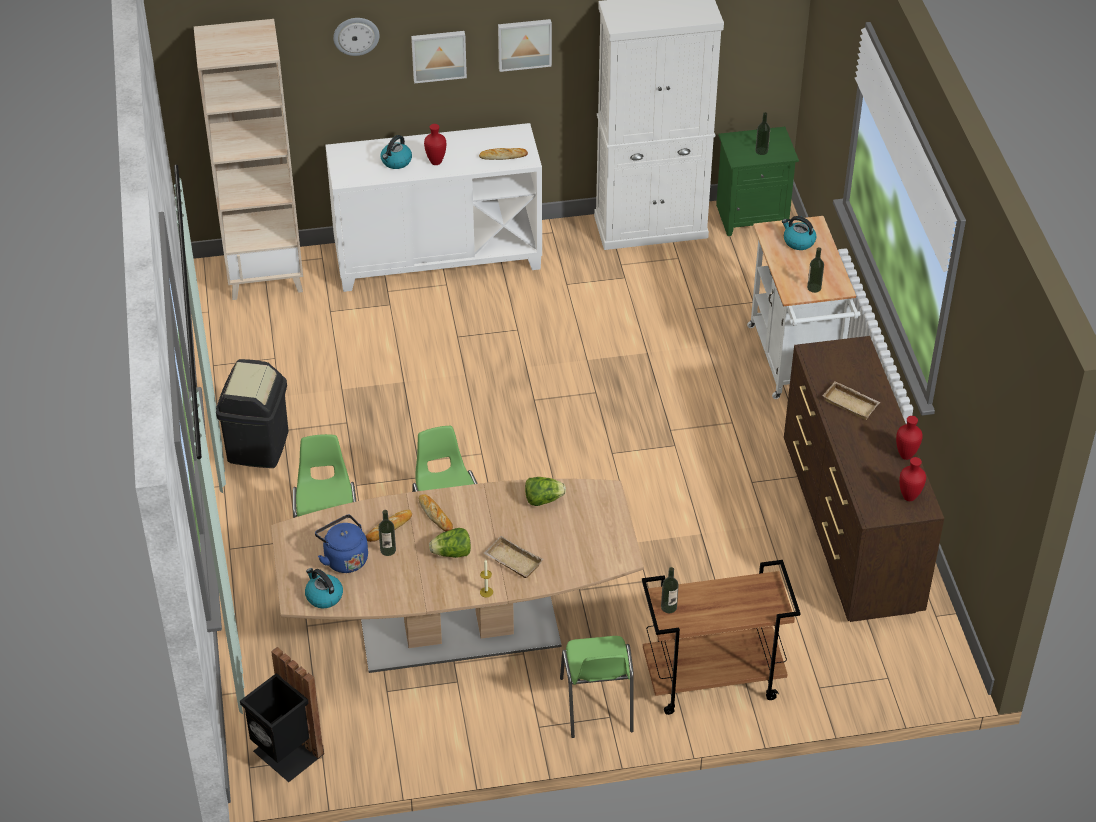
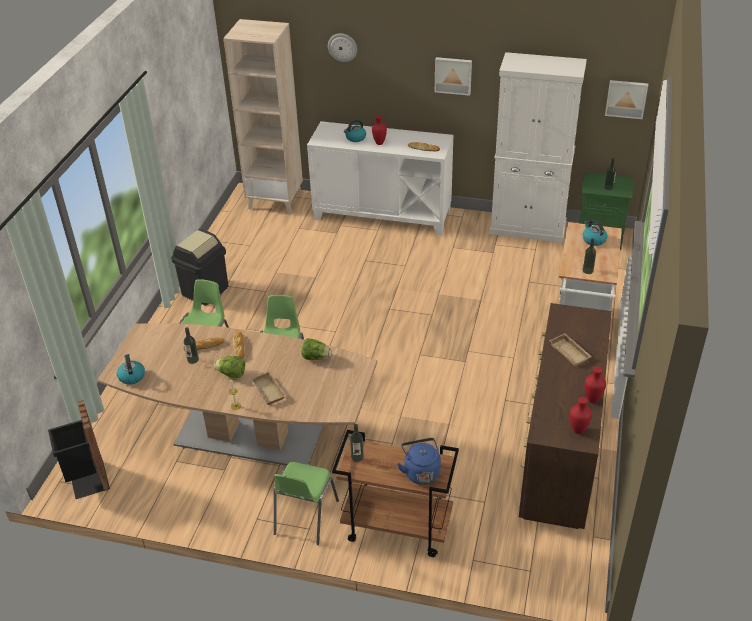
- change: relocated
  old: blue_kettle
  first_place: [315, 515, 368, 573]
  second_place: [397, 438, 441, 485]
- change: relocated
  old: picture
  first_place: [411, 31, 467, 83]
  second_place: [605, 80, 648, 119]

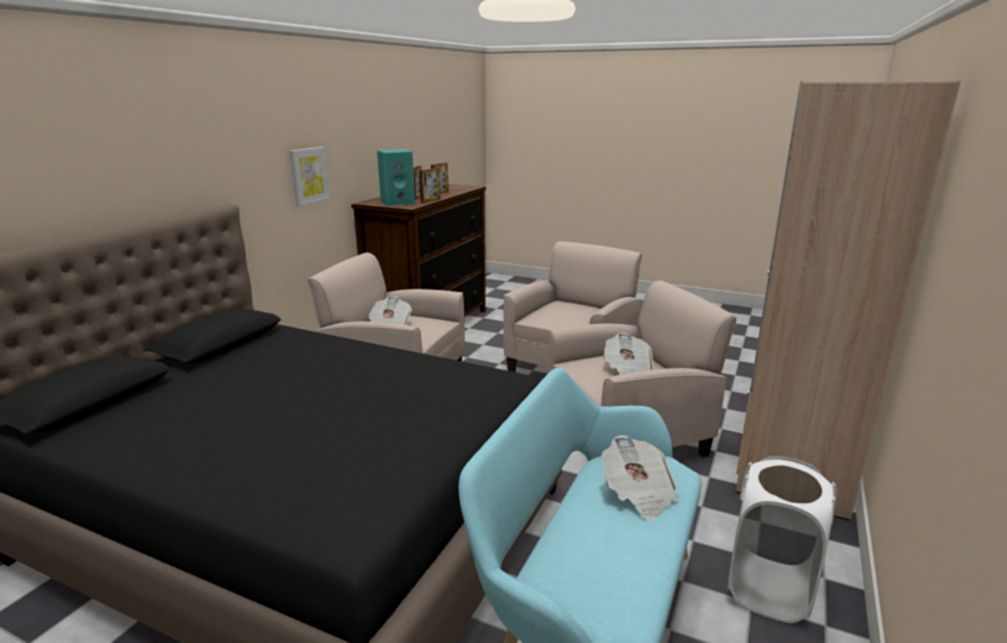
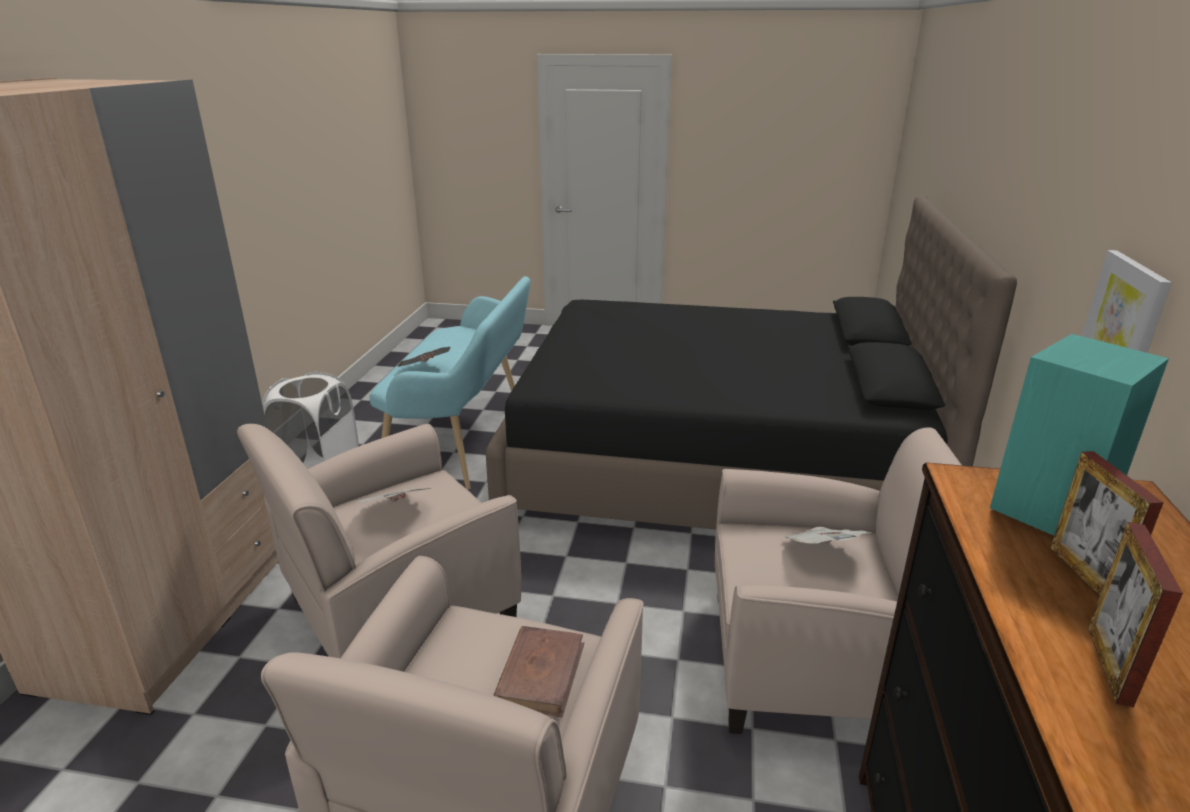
- change: missing
  old: picture_frame
  first_place: [419, 168, 441, 203]
- change: appeared
  new: brown_book
  second_place: [493, 626, 584, 717]

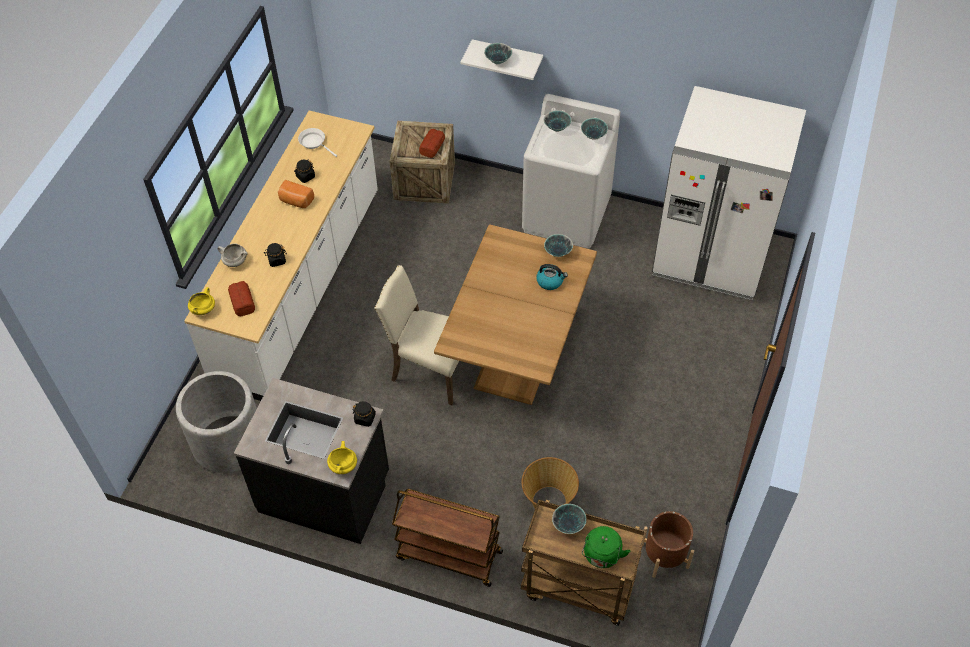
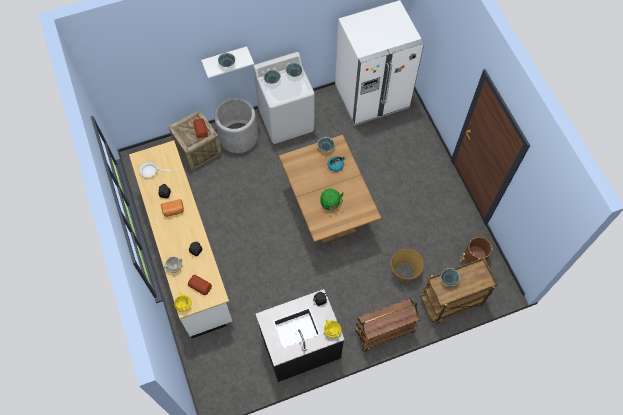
- change: missing
  old: beige_chair
  first_place: [374, 265, 459, 405]
- change: relocated
  old: grey_planter
  first_place: [176, 371, 257, 473]
  second_place: [214, 98, 258, 153]
- change: relocated
  old: green_kettle
  first_place: [582, 526, 630, 568]
  second_place: [320, 188, 344, 210]

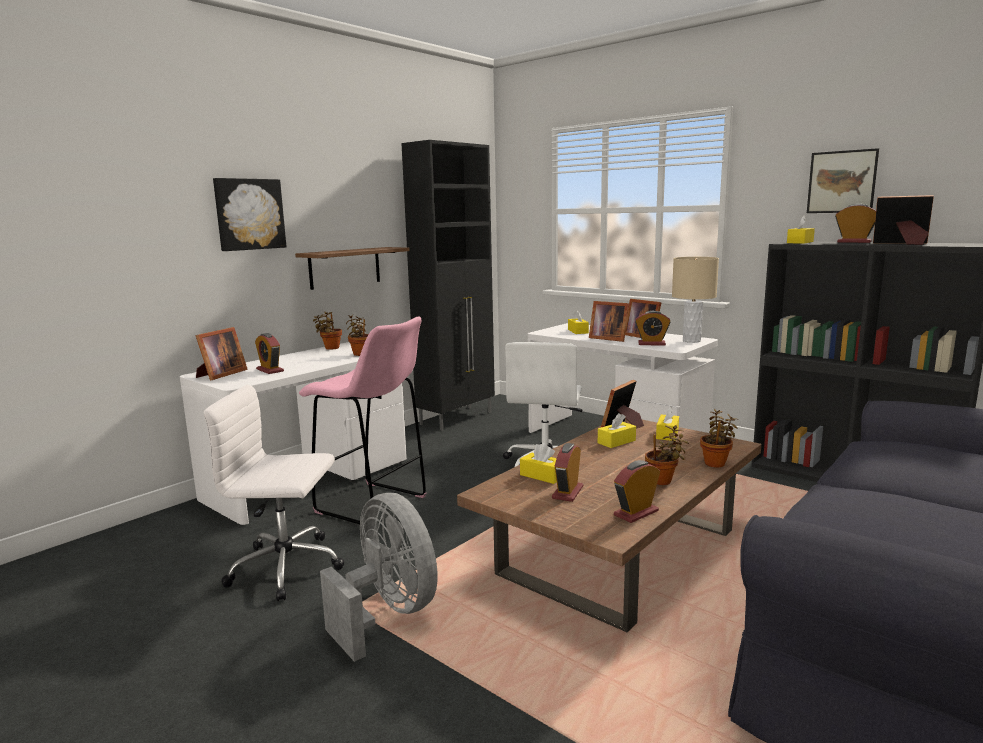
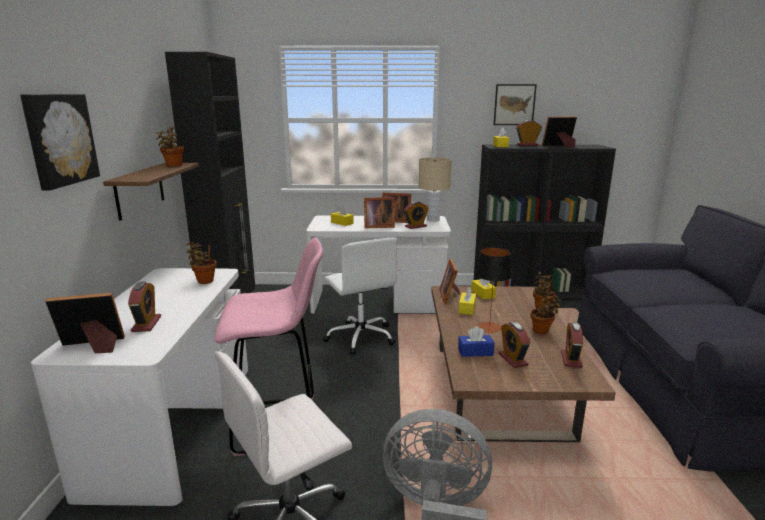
- change: appeared
  new: table_lamp
  second_place: [475, 248, 512, 333]
- change: relocated
  old: potted_plant
  first_place: [313, 312, 342, 350]
  second_place: [156, 127, 184, 167]
- change: colour
  old: yellow_tissue_box
  new: blue_tissue_box
  first_place: [520, 443, 557, 484]
  second_place: [458, 326, 495, 357]
- change: spun
  old: picture_frame
  first_place: [196, 327, 248, 381]
  second_place: [45, 293, 125, 353]
  degrees: -90
- change: spun
  old: alarm_clock
  first_place: [255, 333, 284, 374]
  second_place: [128, 282, 161, 332]
  degrees: -105

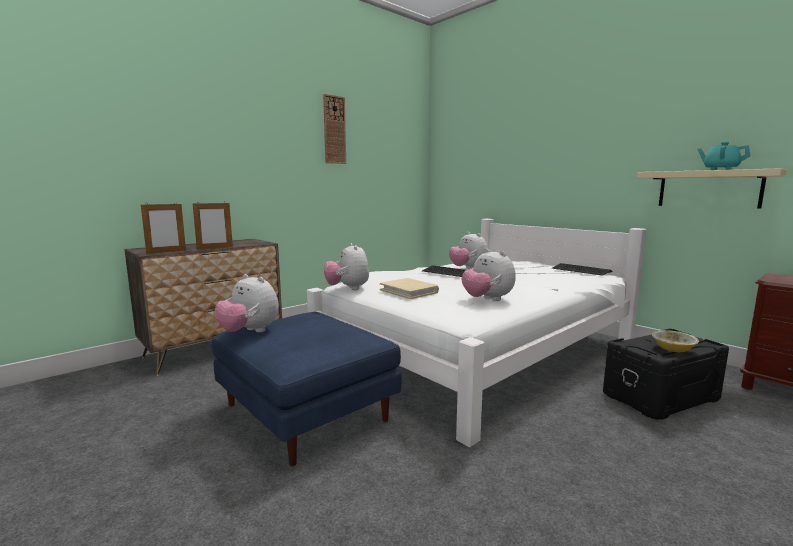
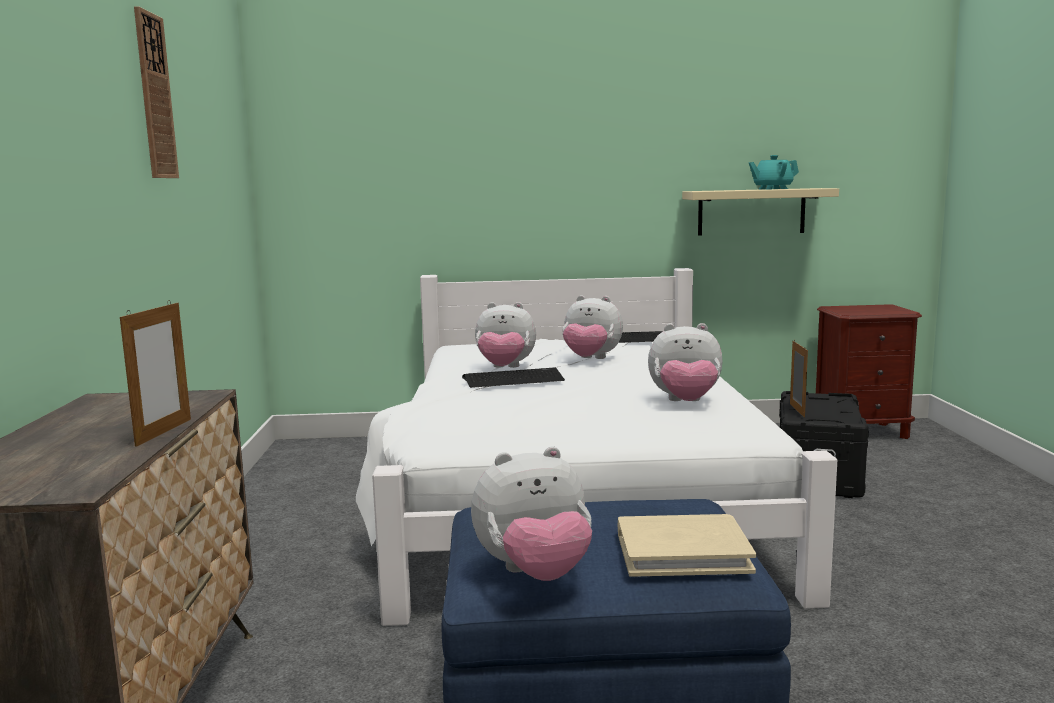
- change: missing
  old: bowl
  first_place: [652, 330, 699, 352]
- change: relocated
  old: picture_frame
  first_place: [141, 203, 186, 254]
  second_place: [790, 341, 808, 417]
- change: relocated
  old: plush_toy
  first_place: [324, 243, 369, 290]
  second_place: [563, 295, 623, 359]
- change: relocated
  old: beige_book
  first_place: [380, 278, 439, 299]
  second_place: [618, 514, 756, 577]

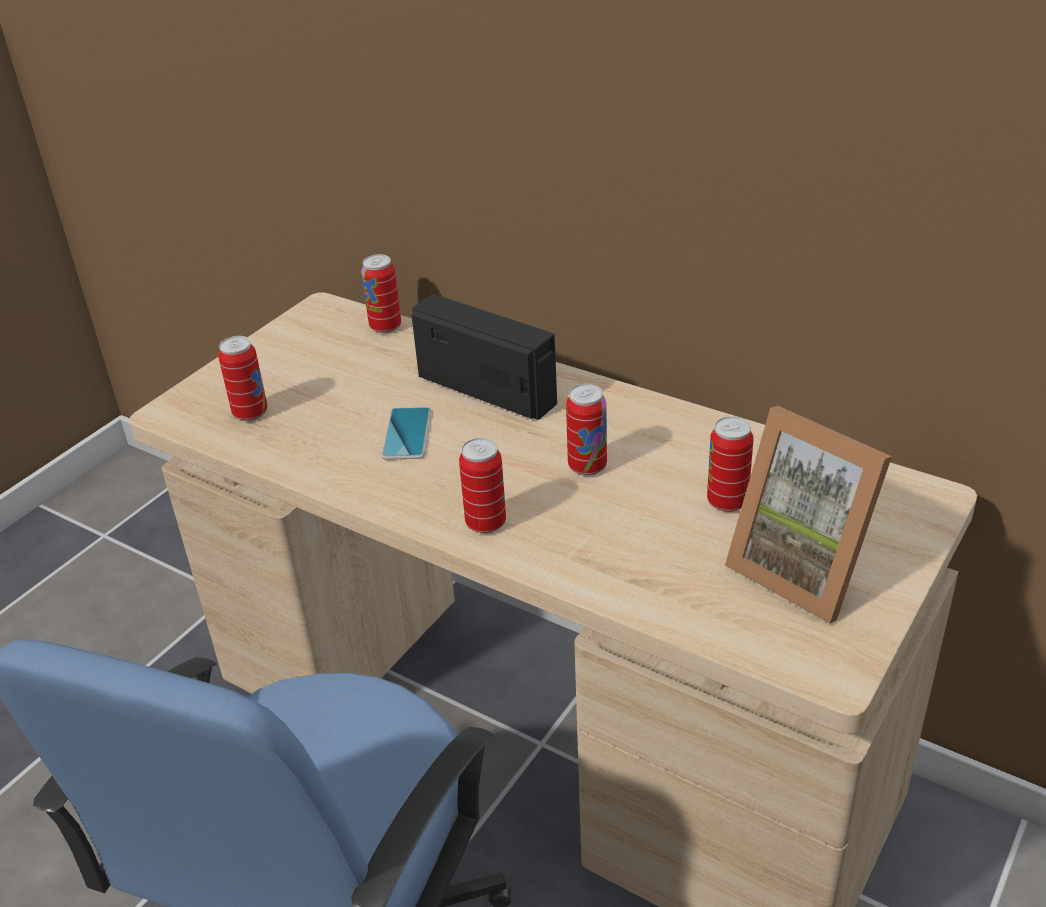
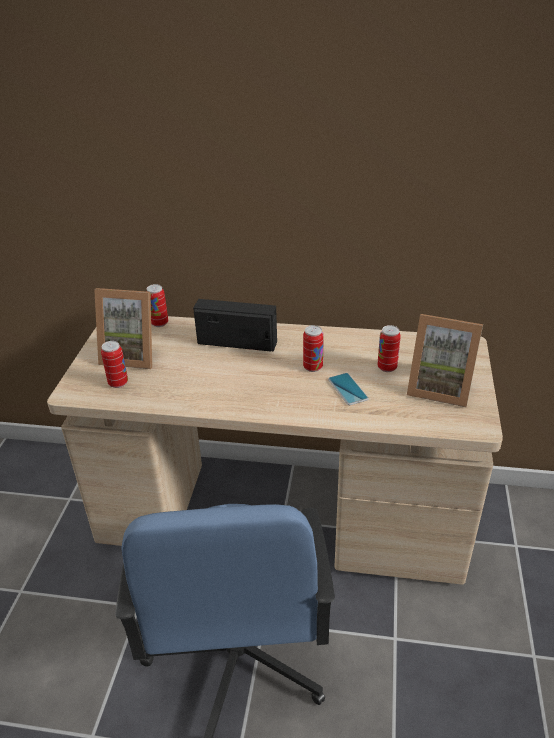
- change: missing
  old: can
  first_place: [459, 438, 506, 534]
- change: appeared
  new: picture_frame
  second_place: [94, 288, 152, 369]
- change: relocated
  old: phone
  first_place: [381, 407, 432, 460]
  second_place: [328, 373, 369, 405]

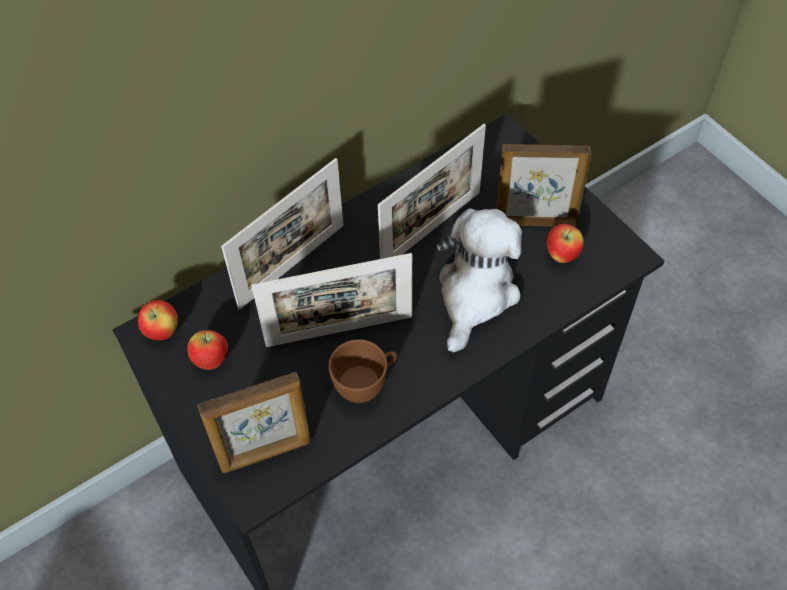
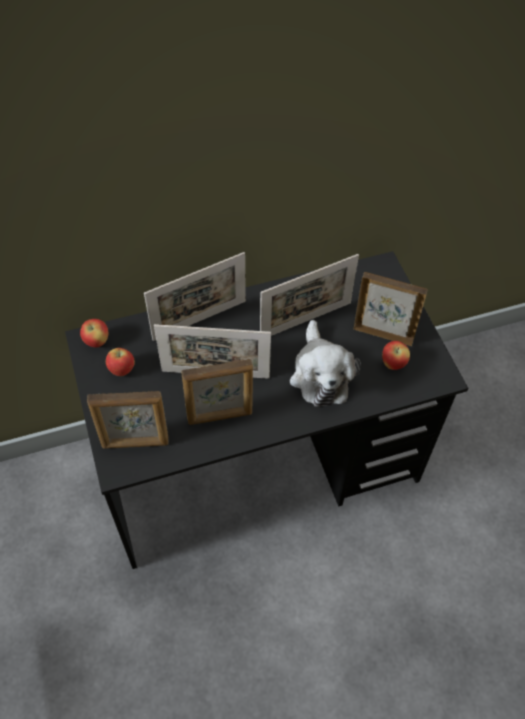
- change: exchanged
  old: brown_cup
  new: picture_frame
  first_place: [329, 339, 397, 403]
  second_place: [181, 359, 253, 425]
- change: spun
  old: plush_toy
  first_place: [436, 208, 522, 353]
  second_place: [290, 320, 361, 407]
  degrees: 135

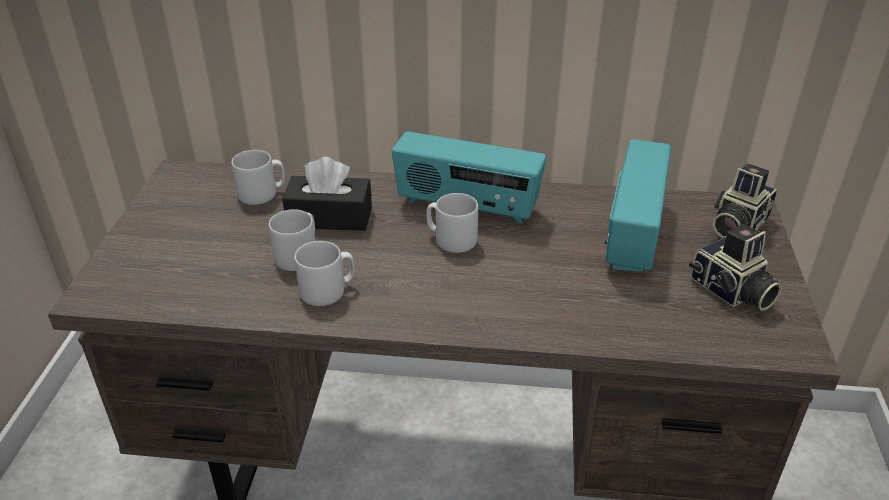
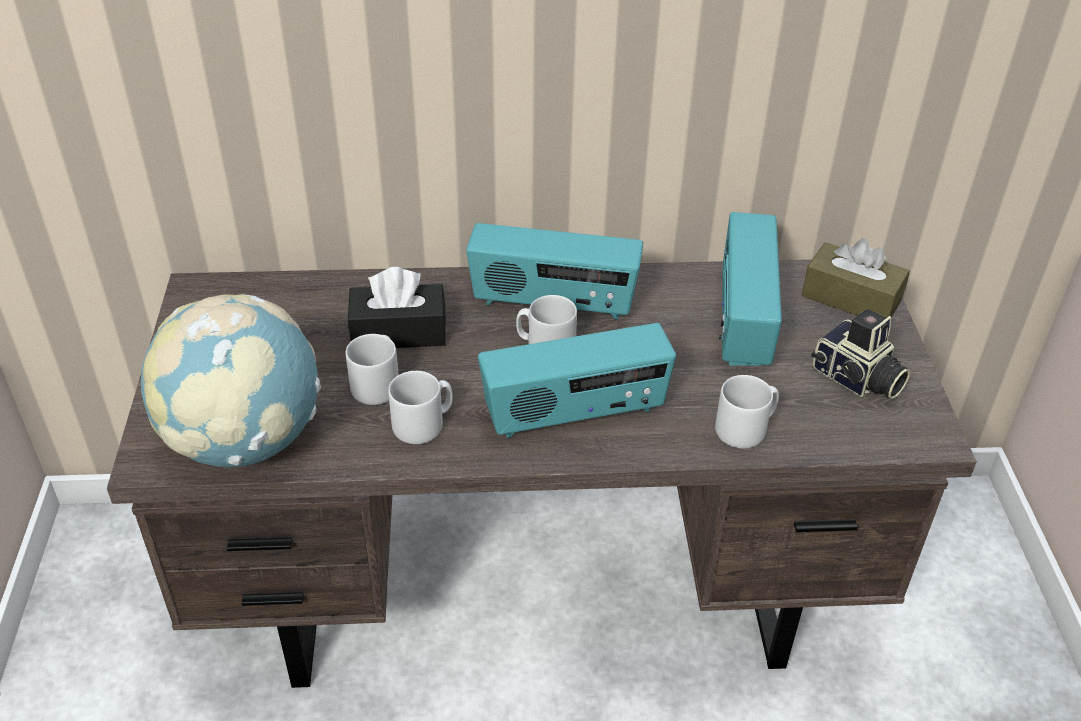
- change: appeared
  new: globe
  second_place: [141, 294, 321, 467]
- change: appeared
  new: radio
  second_place: [478, 323, 676, 438]
- change: relocated
  old: grey_mug
  first_place: [231, 150, 285, 205]
  second_place: [715, 375, 779, 448]
- change: exchanged
  old: photo_camera
  new: brown_tissue_box
  first_place: [713, 163, 777, 238]
  second_place: [802, 238, 910, 318]

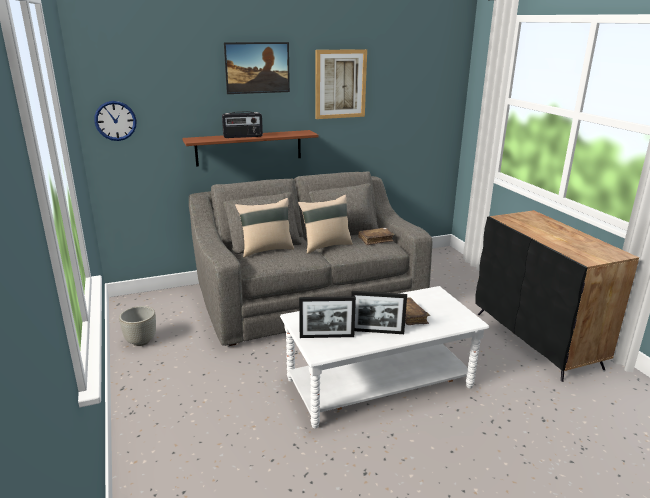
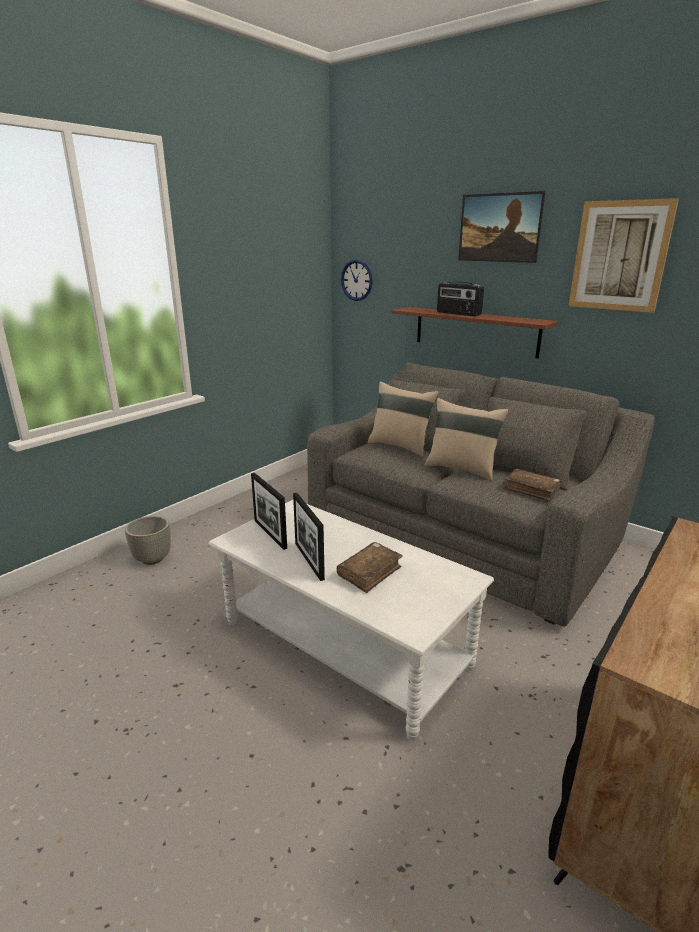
- change: relocated
  old: grey_planter
  first_place: [119, 306, 156, 346]
  second_place: [125, 516, 171, 565]

